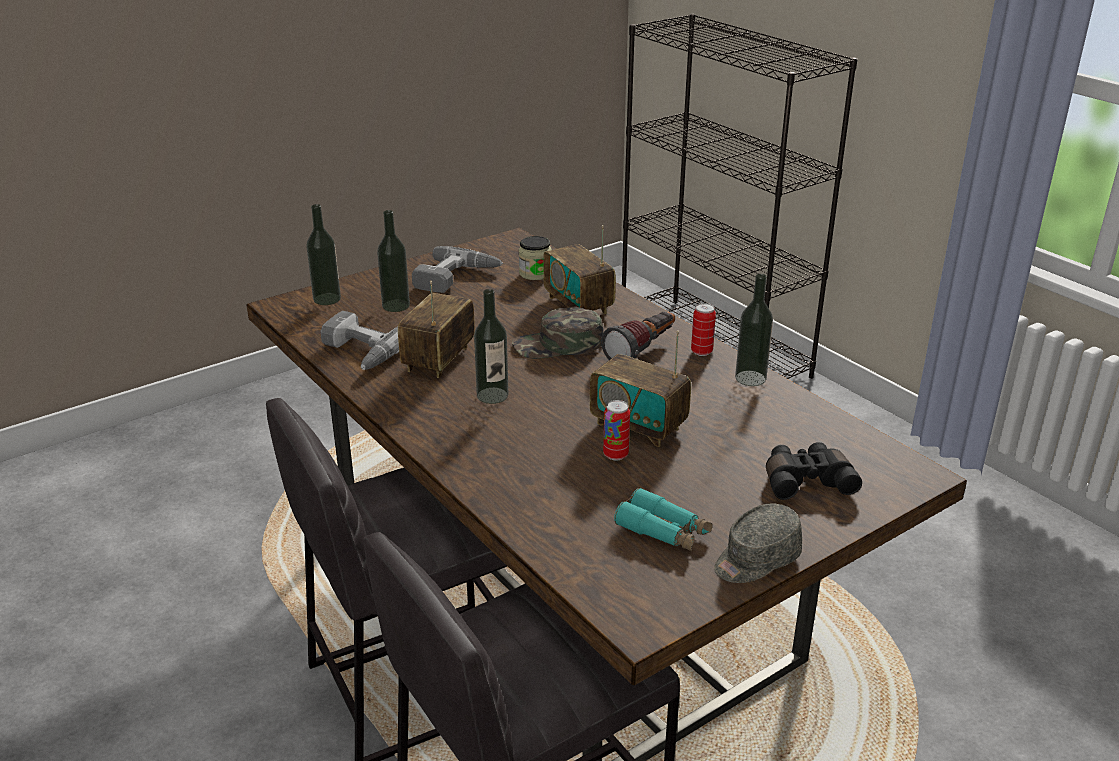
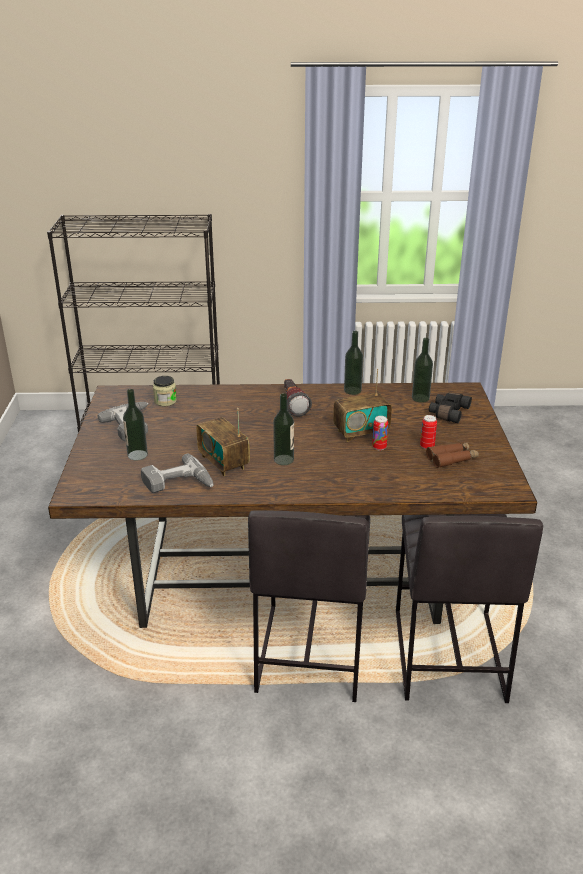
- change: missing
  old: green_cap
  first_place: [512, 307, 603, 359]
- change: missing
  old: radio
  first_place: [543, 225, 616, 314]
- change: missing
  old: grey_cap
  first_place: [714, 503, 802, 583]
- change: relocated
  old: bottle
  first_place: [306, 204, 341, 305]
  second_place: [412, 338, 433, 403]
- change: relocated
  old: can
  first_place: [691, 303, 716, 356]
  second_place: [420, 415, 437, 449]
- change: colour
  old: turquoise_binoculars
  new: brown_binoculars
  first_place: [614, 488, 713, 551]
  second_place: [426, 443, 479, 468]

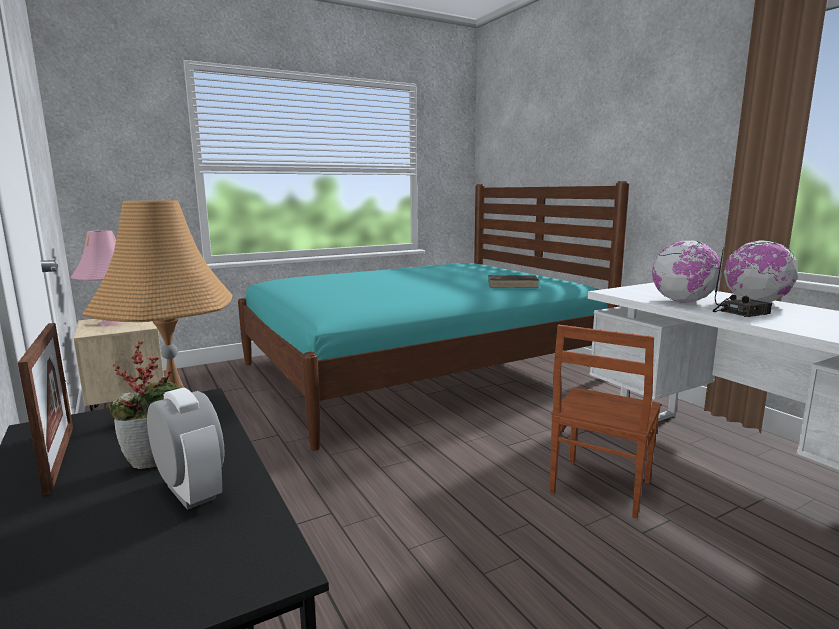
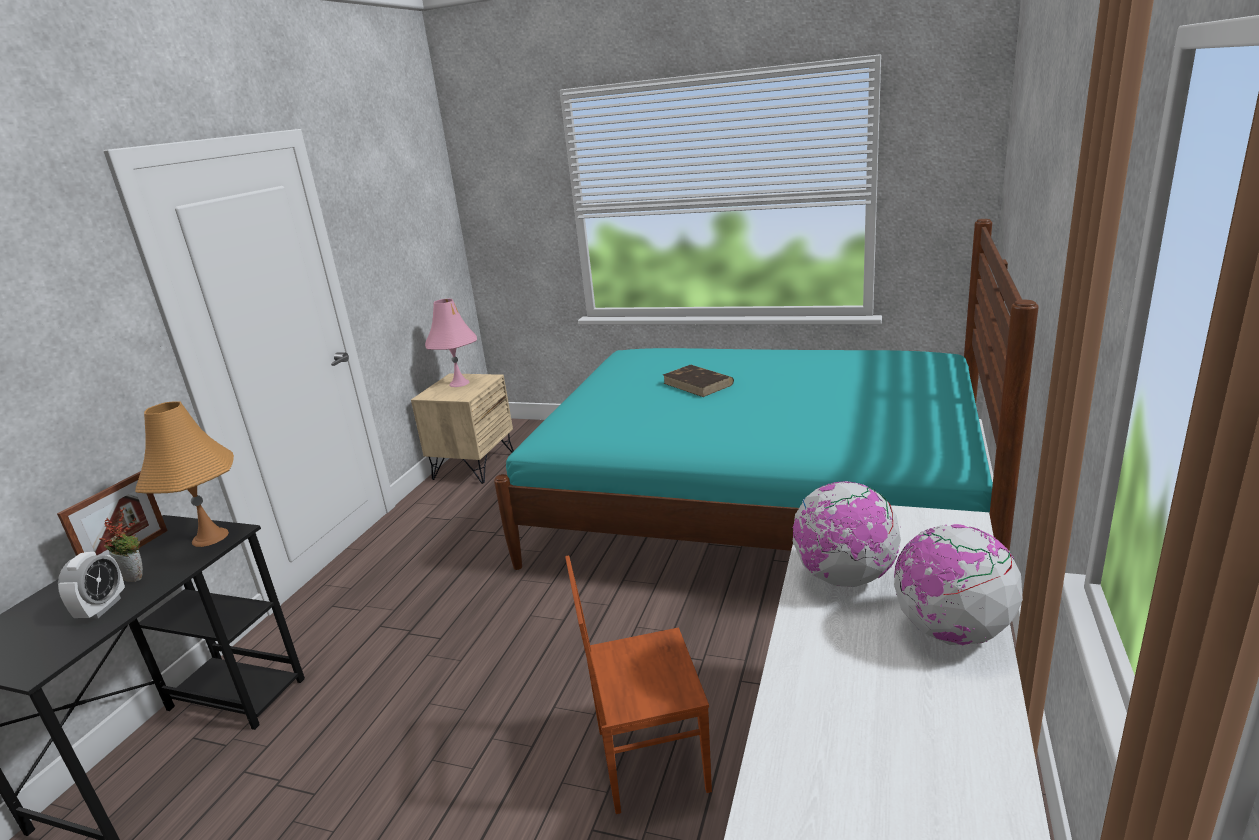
- change: missing
  old: radio
  first_place: [713, 247, 772, 317]
- change: relocated
  old: brown_book
  first_place: [488, 275, 539, 288]
  second_place: [663, 365, 734, 397]

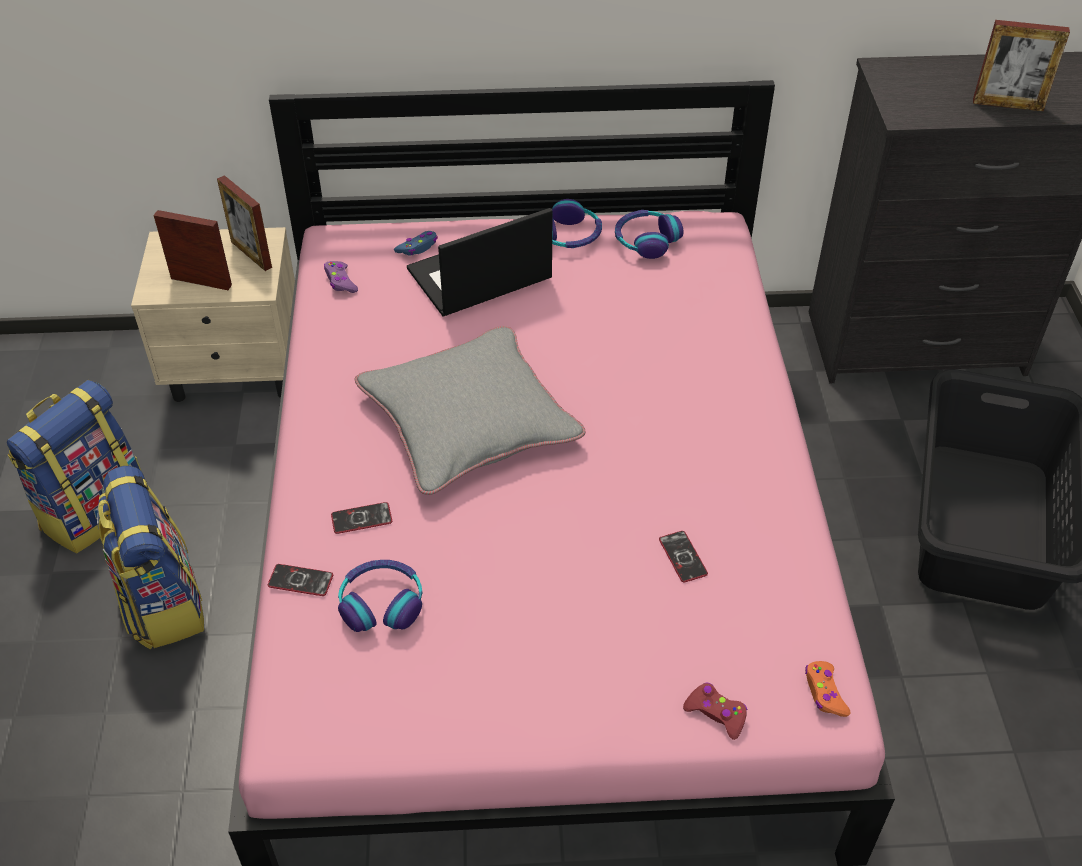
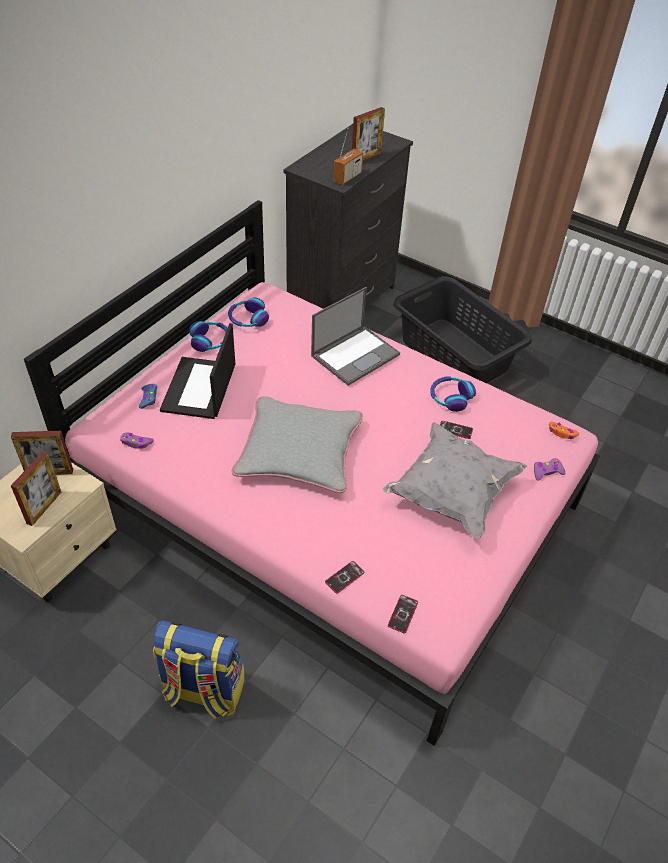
- change: missing
  old: backpack
  first_place: [7, 380, 141, 553]
- change: appeared
  new: laptop
  second_place: [311, 287, 400, 386]
- change: appeared
  new: radio
  second_place: [333, 130, 363, 185]
- change: appeared
  new: grey_pillow
  second_place: [383, 422, 527, 539]
- change: relocated
  old: phone
  first_place: [331, 502, 392, 534]
  second_place: [388, 595, 418, 633]
- change: relocated
  old: headphones
  first_place: [338, 560, 423, 632]
  second_place: [430, 376, 476, 412]
- change: colour
  old: red_game_controller
  new: purple_game_controller
  first_place: [683, 682, 747, 740]
  second_place: [534, 458, 565, 481]
- change: spun
  old: picture_frame
  first_place: [153, 210, 232, 290]
  second_place: [11, 452, 61, 526]
  degrees: 150

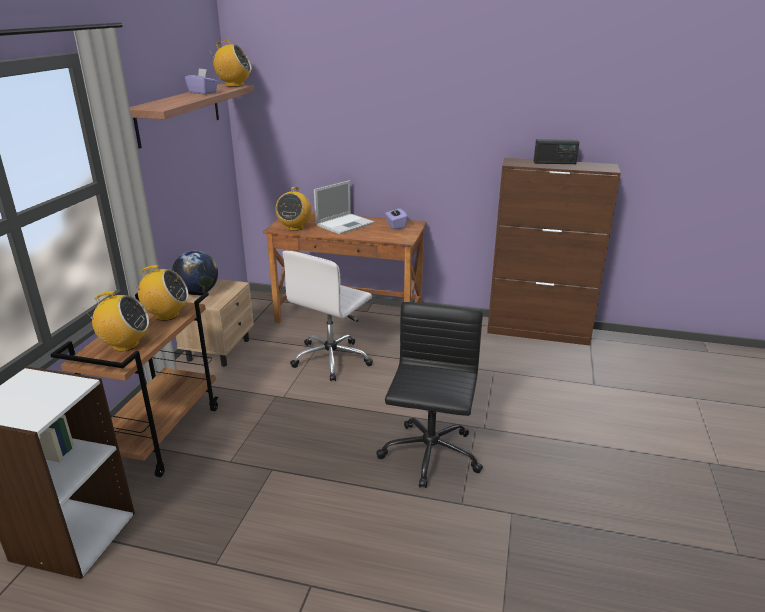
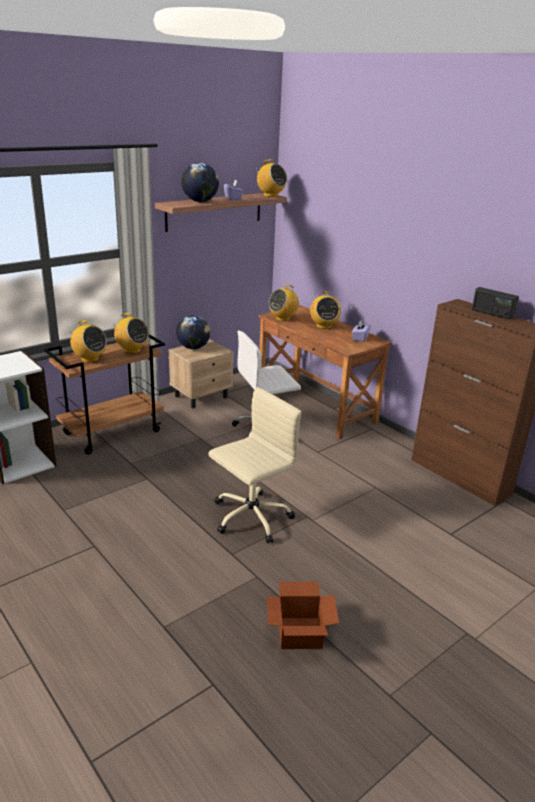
- change: appeared
  new: globe
  second_place: [181, 163, 219, 202]
- change: appeared
  new: cardboard_box
  second_place: [266, 582, 339, 649]
- change: exchanged
  old: laptop
  new: radio
  first_place: [314, 180, 374, 234]
  second_place: [310, 291, 341, 329]
- change: colour
  old: black_office_chair
  new: beige_office_chair
  first_place: [376, 302, 483, 488]
  second_place: [209, 387, 301, 544]

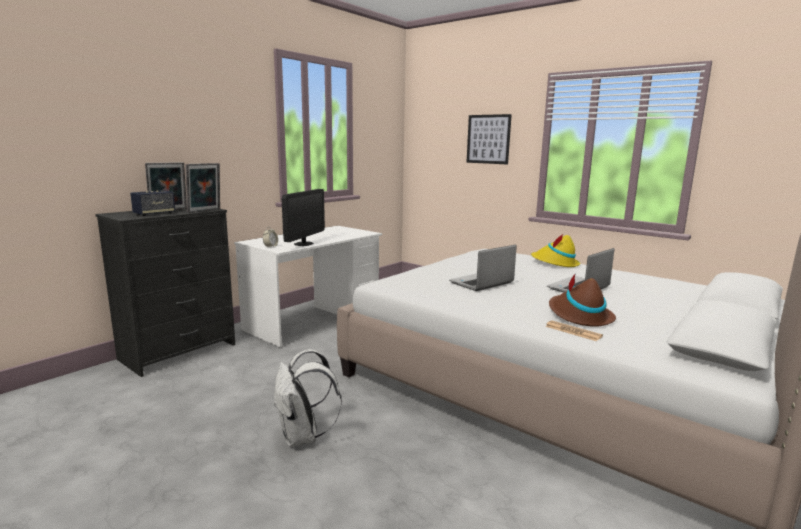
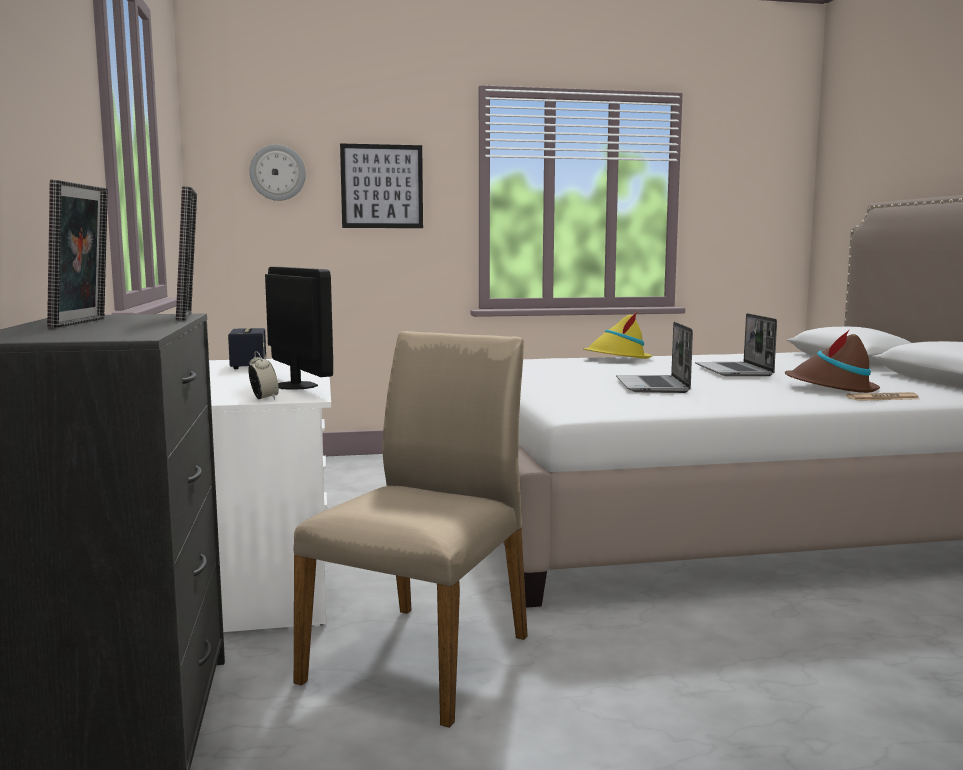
- change: missing
  old: white_backpack
  first_place: [274, 349, 342, 447]
- change: appeared
  new: wall_clock
  second_place: [249, 144, 306, 201]
- change: appeared
  new: beige_chair
  second_place: [293, 331, 528, 728]
- change: relocated
  old: speaker
  first_place: [130, 190, 175, 216]
  second_place: [228, 328, 266, 369]

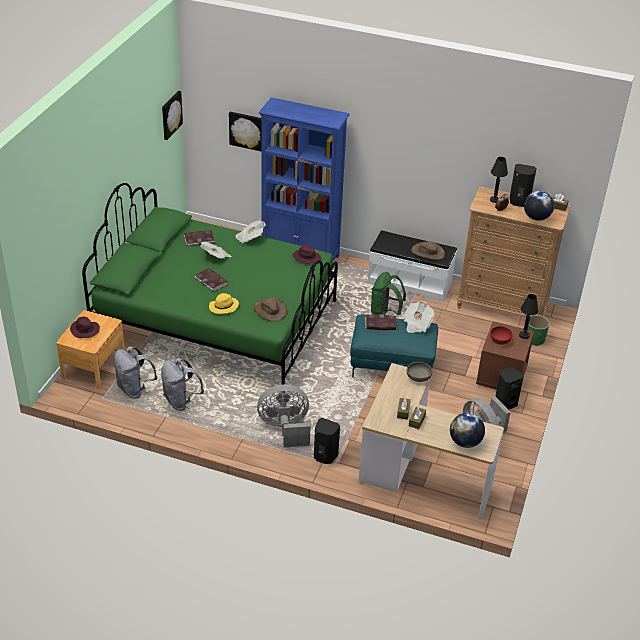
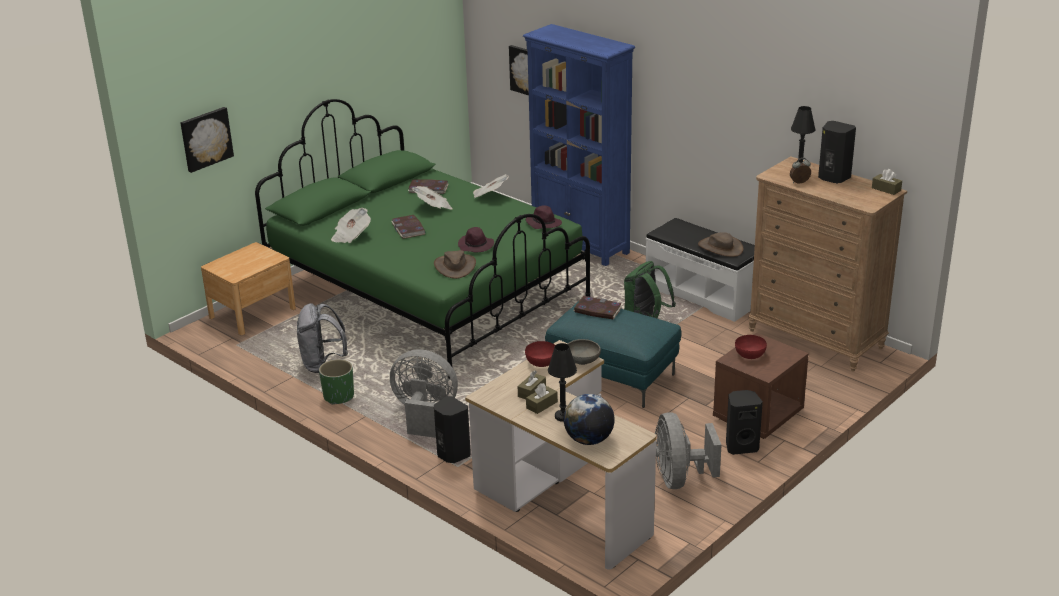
- change: missing
  old: grey_backpack
  first_place: [114, 346, 157, 398]
- change: missing
  old: yellow_hat
  first_place: [209, 293, 239, 314]
- change: missing
  old: globe
  first_place: [524, 191, 554, 221]
- change: appeared
  new: red_bowl
  second_place: [525, 341, 555, 367]
- change: relocated
  old: purple_hat
  first_place: [70, 317, 100, 338]
  second_place: [458, 227, 494, 252]
- change: relocated
  old: picture
  first_place: [162, 91, 183, 140]
  second_place: [180, 107, 234, 173]
- change: relocated
  old: newspaper
  first_place: [404, 301, 435, 333]
  second_place: [331, 208, 371, 243]
- change: relocated
  old: black_table_lamp
  first_place: [519, 294, 538, 339]
  second_place: [548, 343, 577, 422]
- change: relocated
  old: green_planter
  first_place: [528, 315, 550, 346]
  second_place: [319, 359, 354, 405]

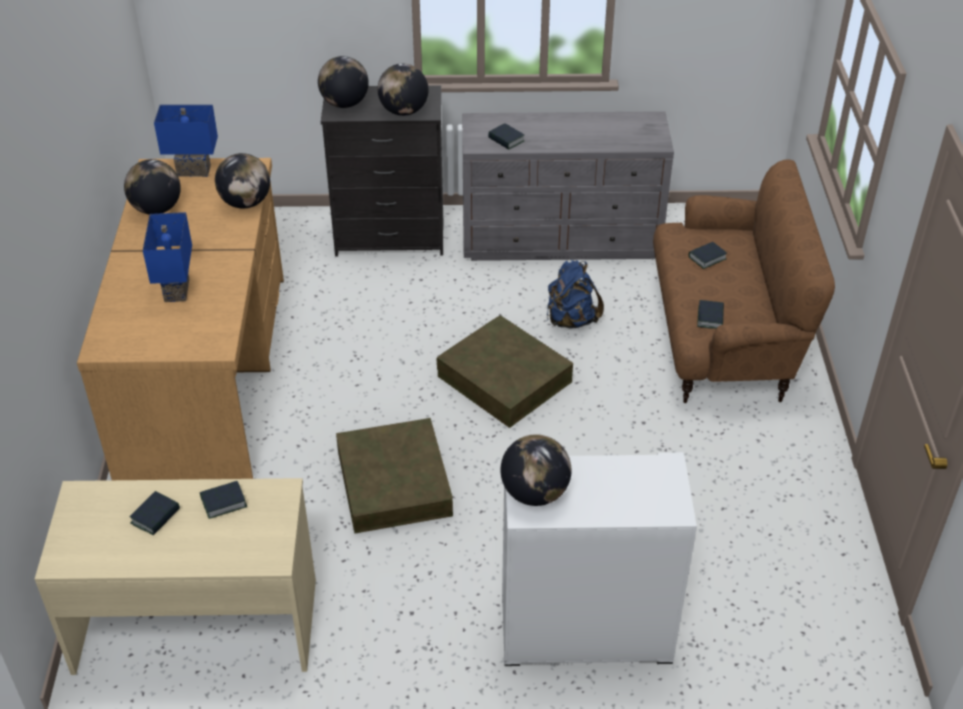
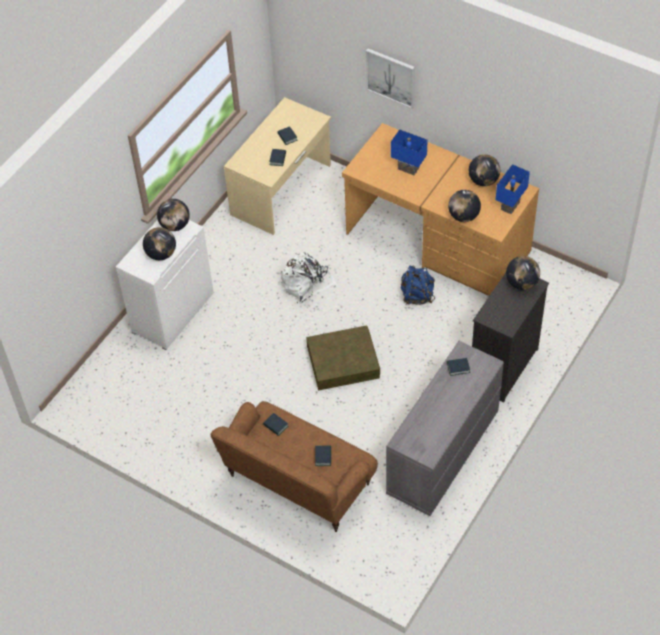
- change: appeared
  new: picture
  second_place: [366, 49, 415, 109]
- change: relocated
  old: globe
  first_place: [378, 63, 429, 116]
  second_place: [143, 227, 176, 260]
- change: relocated
  old: blue_backpack
  first_place: [547, 259, 604, 329]
  second_place: [400, 266, 435, 305]
- change: exchanged
  old: brown_storage_box
  new: white_backpack
  first_place: [336, 418, 453, 534]
  second_place: [281, 252, 337, 304]

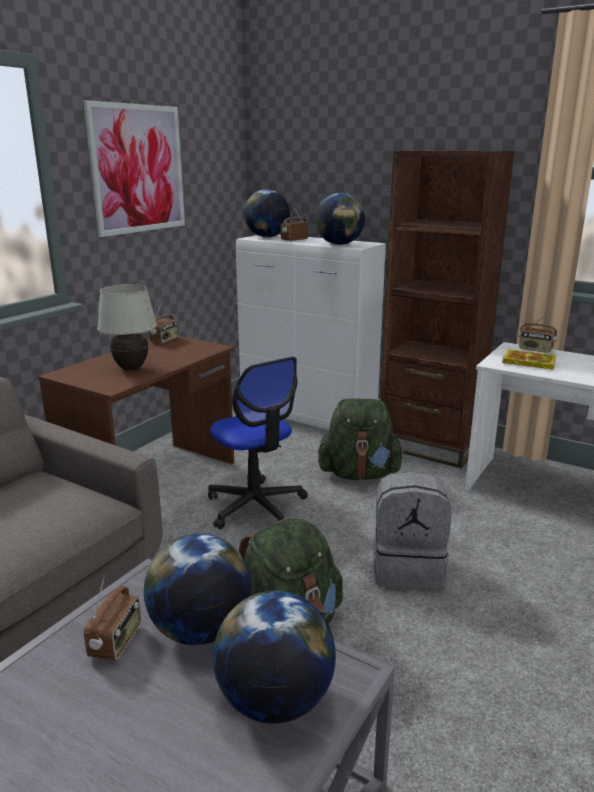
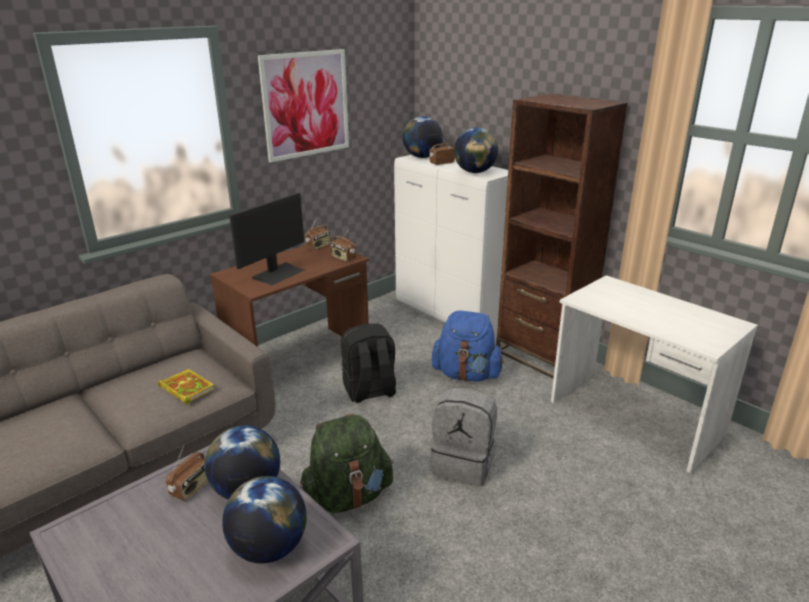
- change: relocated
  old: book
  first_place: [502, 350, 556, 370]
  second_place: [158, 369, 215, 404]
- change: relocated
  old: radio
  first_place: [519, 314, 557, 353]
  second_place: [330, 231, 356, 261]
- change: exchanged
  old: white_table_lamp
  new: monitor
  first_place: [97, 284, 157, 371]
  second_place: [229, 193, 305, 285]
- change: exchanged
  old: office_chair
  new: black_backpack
  first_place: [208, 357, 308, 529]
  second_place: [341, 323, 396, 403]
- change: colour
  old: green_backpack
  new: blue_backpack
  first_place: [318, 398, 405, 480]
  second_place: [432, 311, 504, 381]

